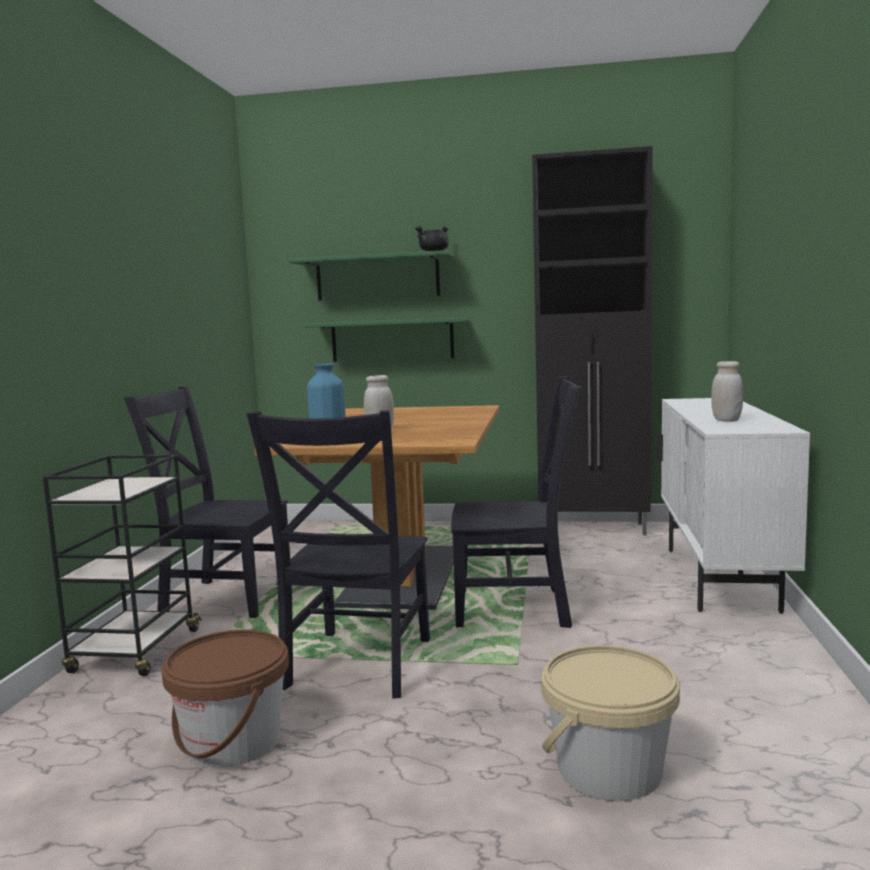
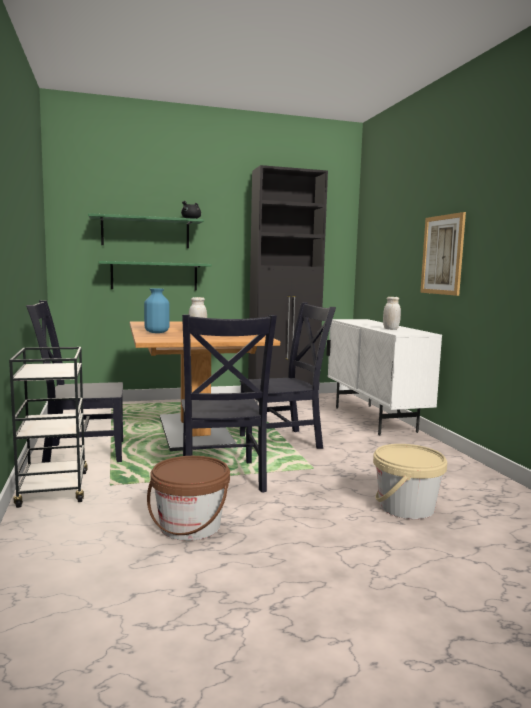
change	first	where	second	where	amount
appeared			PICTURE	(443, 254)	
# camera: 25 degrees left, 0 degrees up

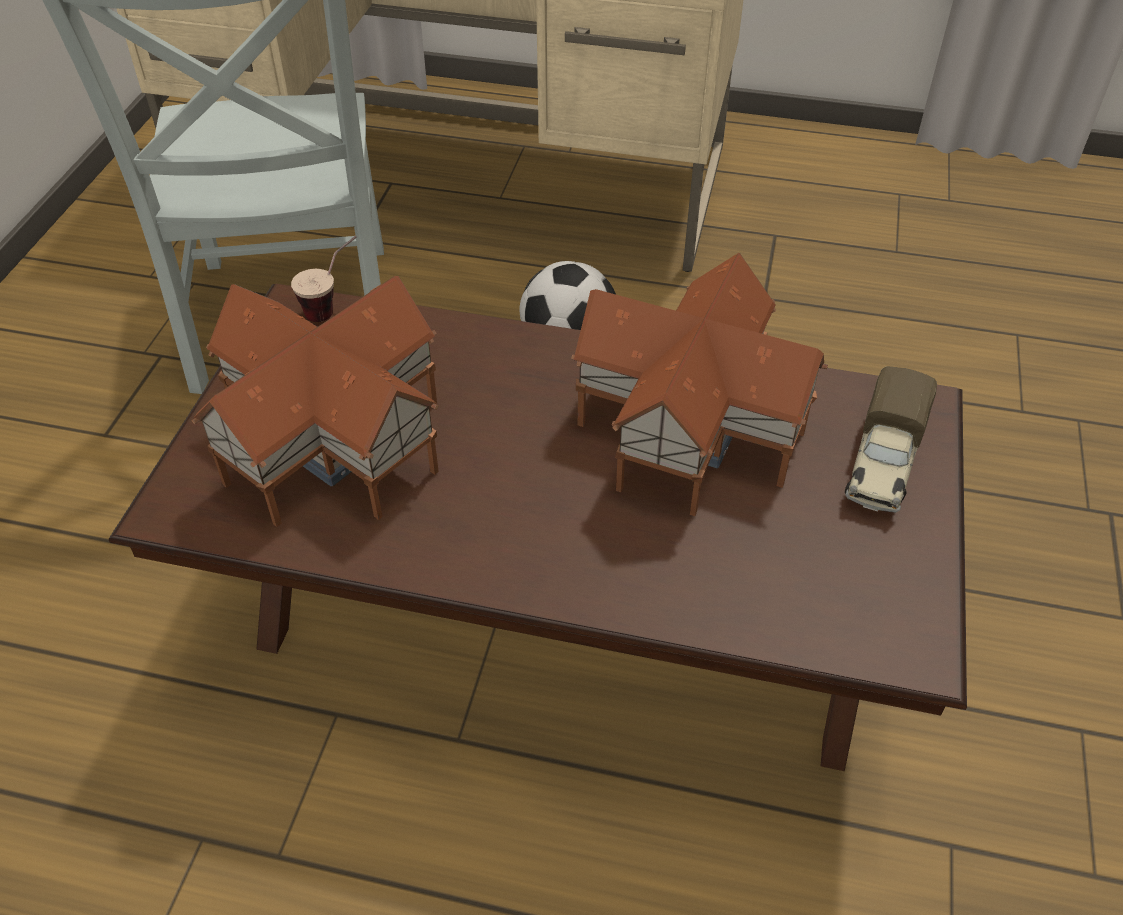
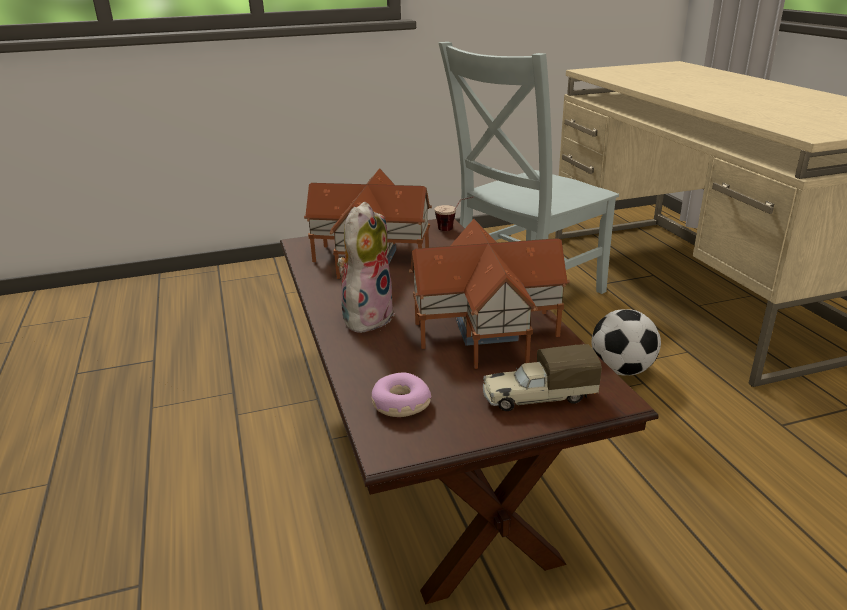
change	first	where	second	where	amount
appeared			PLUSH TOY	(366, 267)	
appeared			DONUT	(401, 394)	
# camera: 60 degrees right, 20 degrees down

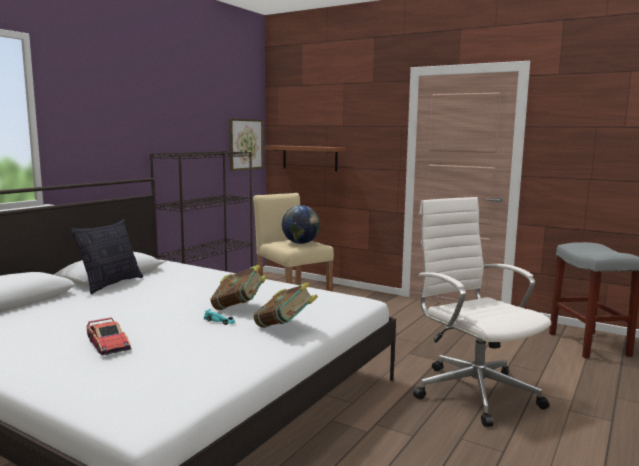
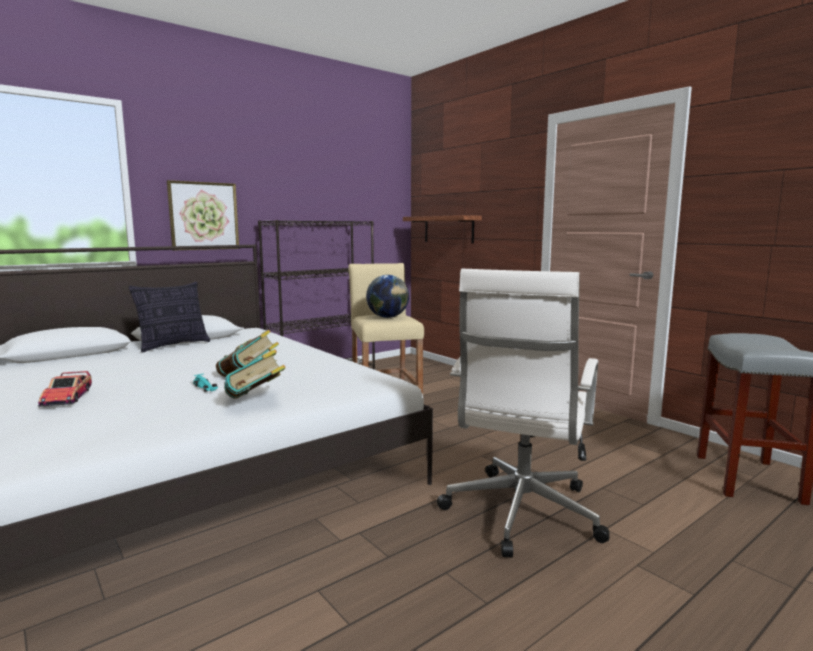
change	first	where	second	where	amount
relocated	PICTURE	(246, 145)		(203, 215)	
spun	WHITE OFFICE CHAIR	(482, 312)		(523, 413)	150 degrees counterclockwise
# camera: 20 degrees right, 0 degrees up

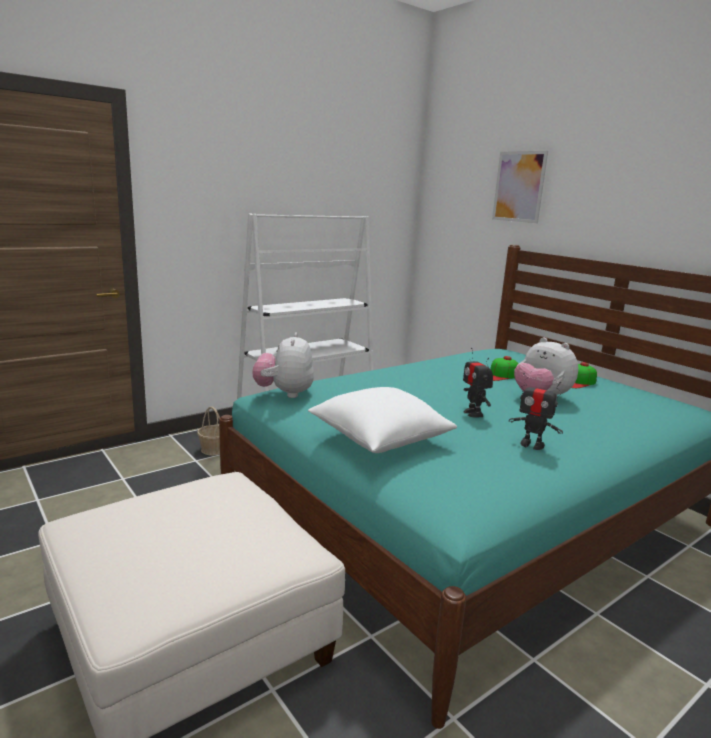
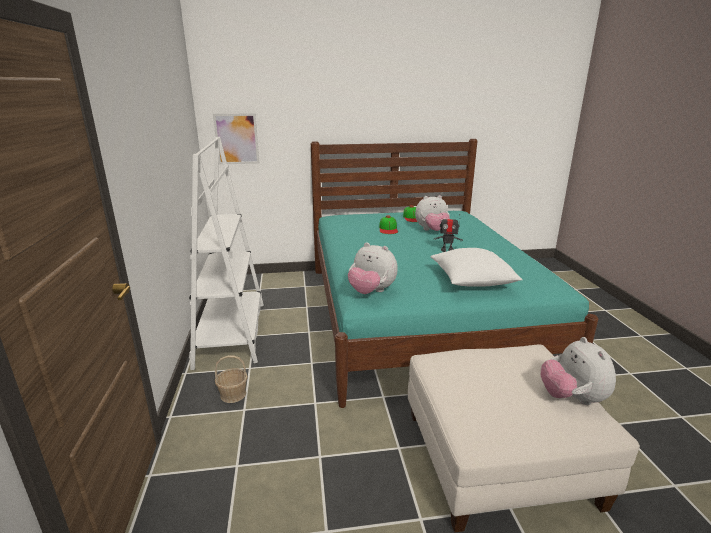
change	first	where	second	where	amount
relocated	PICTURE	(520, 187)		(236, 138)	
missing	TOY ROBOT	(536, 411)			
appeared			PLUSH TOY	(578, 371)	
# camera: 60 degrees left, 5 degrees up

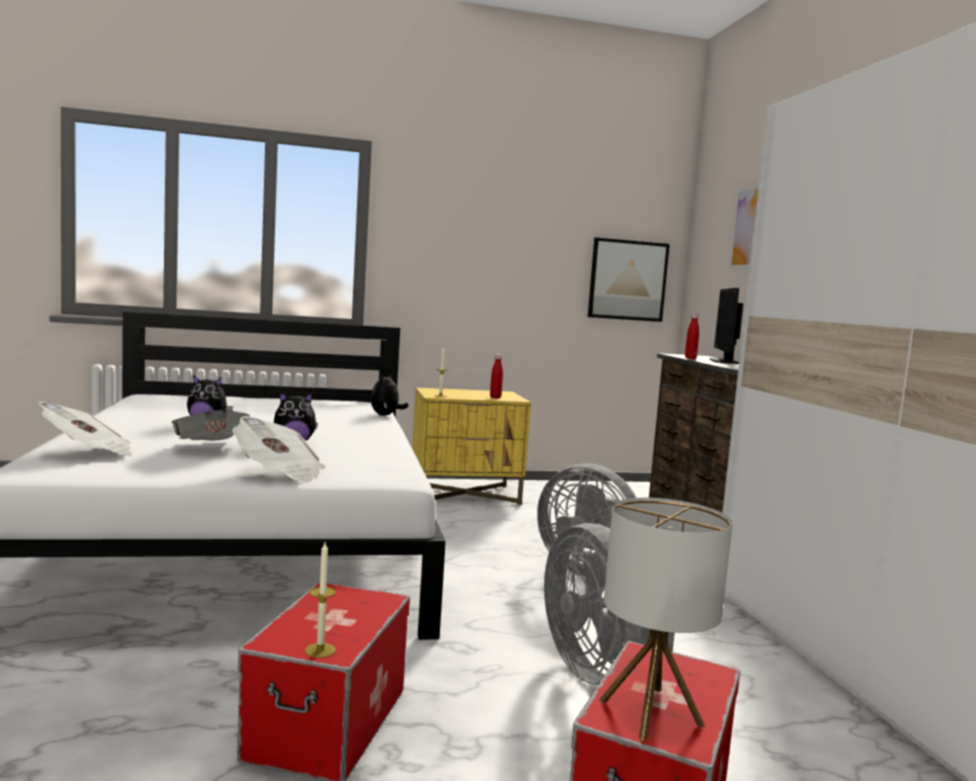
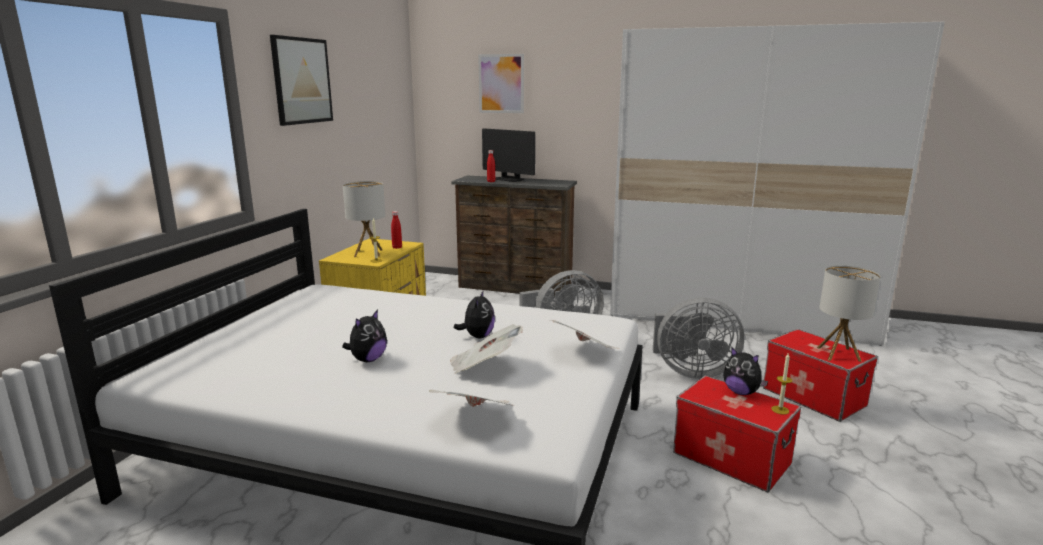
change	first	where	second	where	amount
relocated	PLUSH TOY	(389, 394)		(745, 371)	
relocated	PICTURE	(629, 279)		(301, 80)	
appeared			TABLE LAMP	(364, 219)	
# camera: 60 degrees left, 10 degrees up

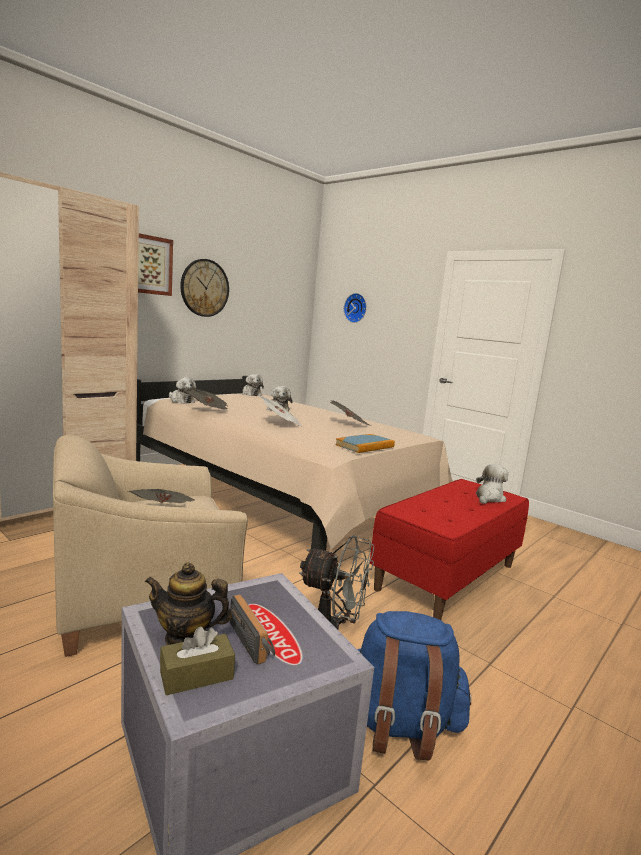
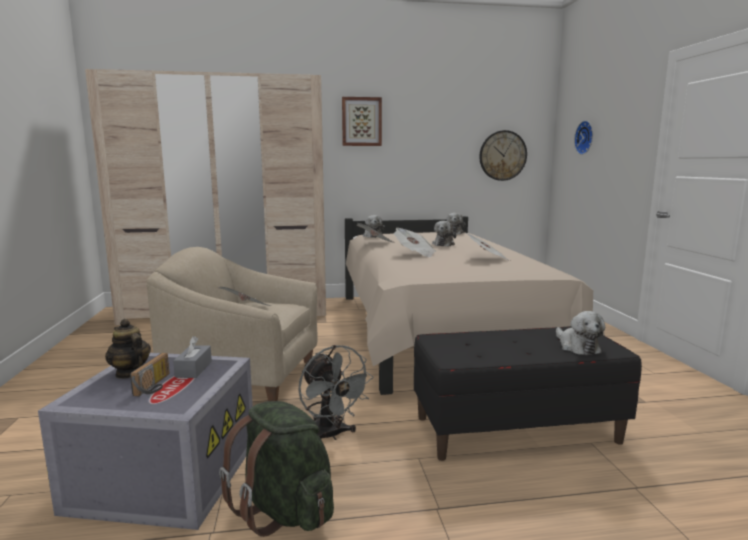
change	first	where	second	where	amount
missing	BROWN TISSUE BOX	(197, 660)			
relocated	WALL CLOCK	(204, 288)		(503, 155)	
missing	BOOK	(365, 443)			
colour	BLUE BACKPACK	(414, 685)	GREEN BACKPACK	(276, 469)	
colour	RED BENCH	(449, 549)	BLACK BENCH	(528, 393)	
spun	PLUSH TOY	(492, 484)		(580, 333)	90 degrees clockwise
appeared			GREY TISSUE BOX	(192, 357)	
# camera: 40 degrees right, 0 degrees up

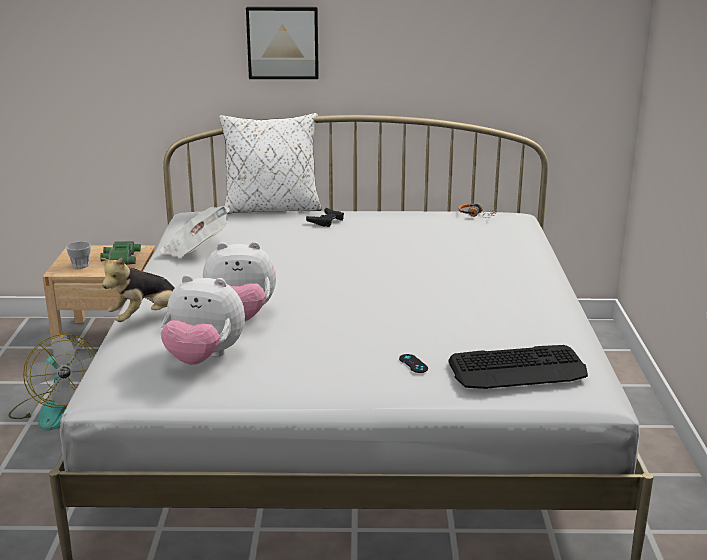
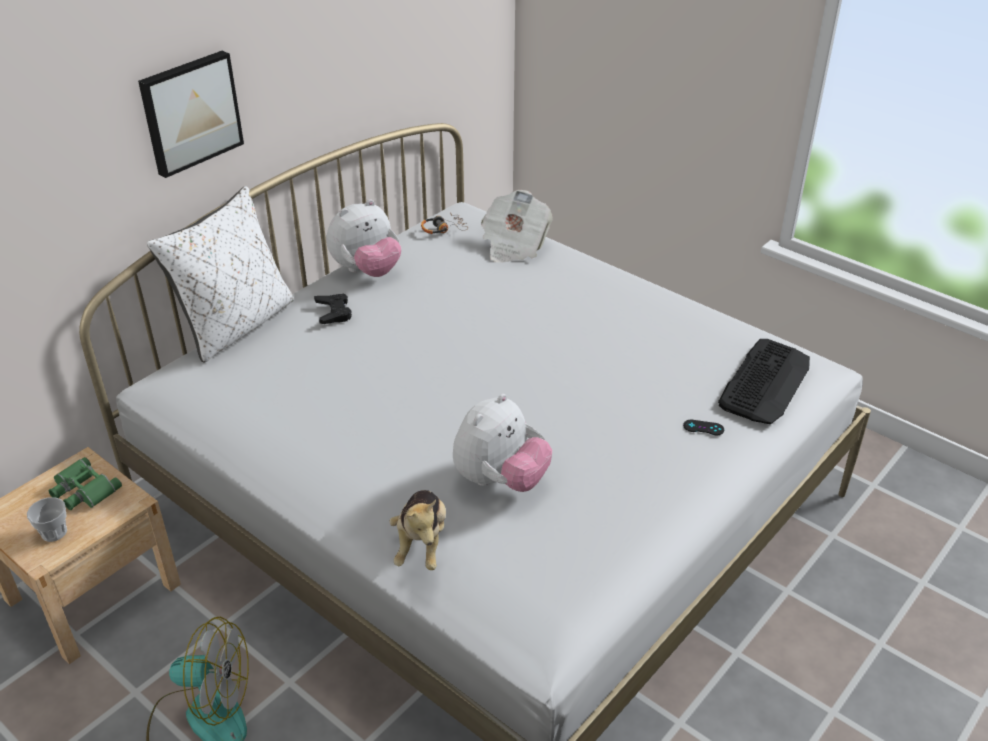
change	first	where	second	where	amount
relocated	NEWSPAPER	(195, 232)		(517, 226)	
relocated	PLUSH TOY	(203, 320)		(364, 238)	
# camera: 50 degrees left, 15 degrees up

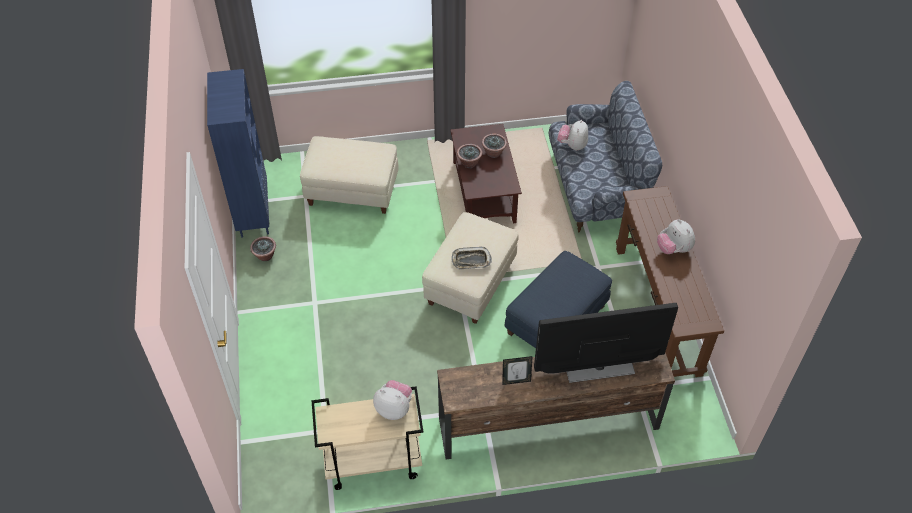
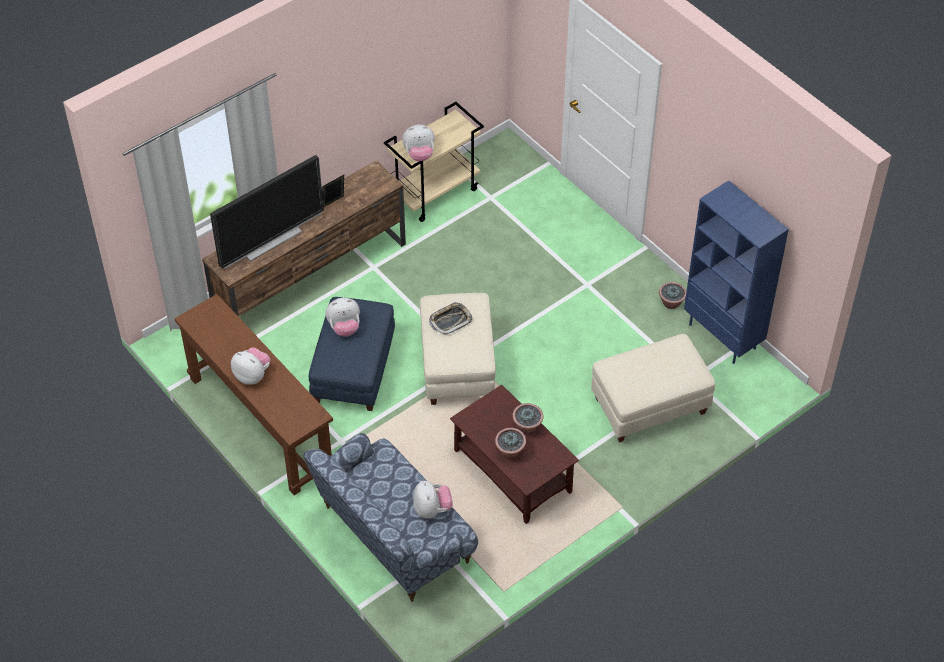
change	first	where	second	where	amount
appeared			PLUSH TOY	(343, 317)	
# camera: 150 degrees right, 0 degrees up

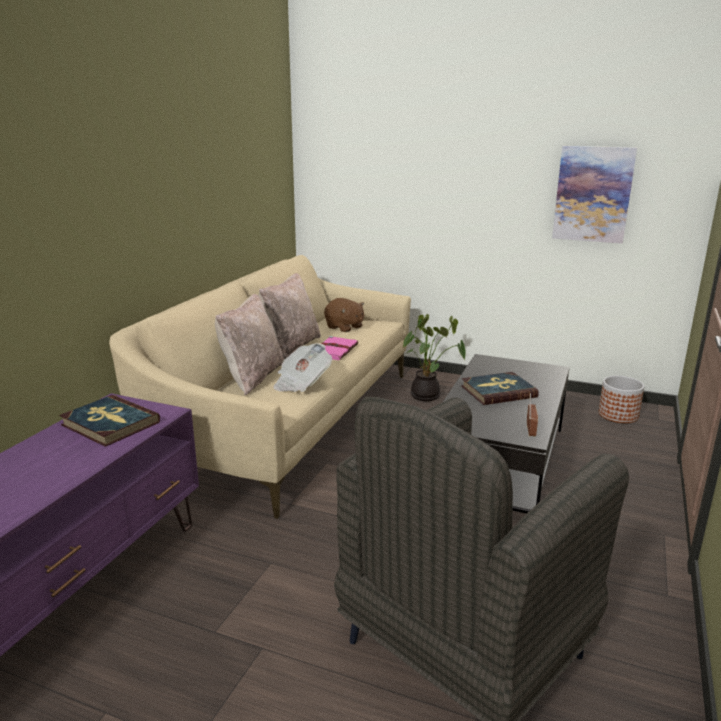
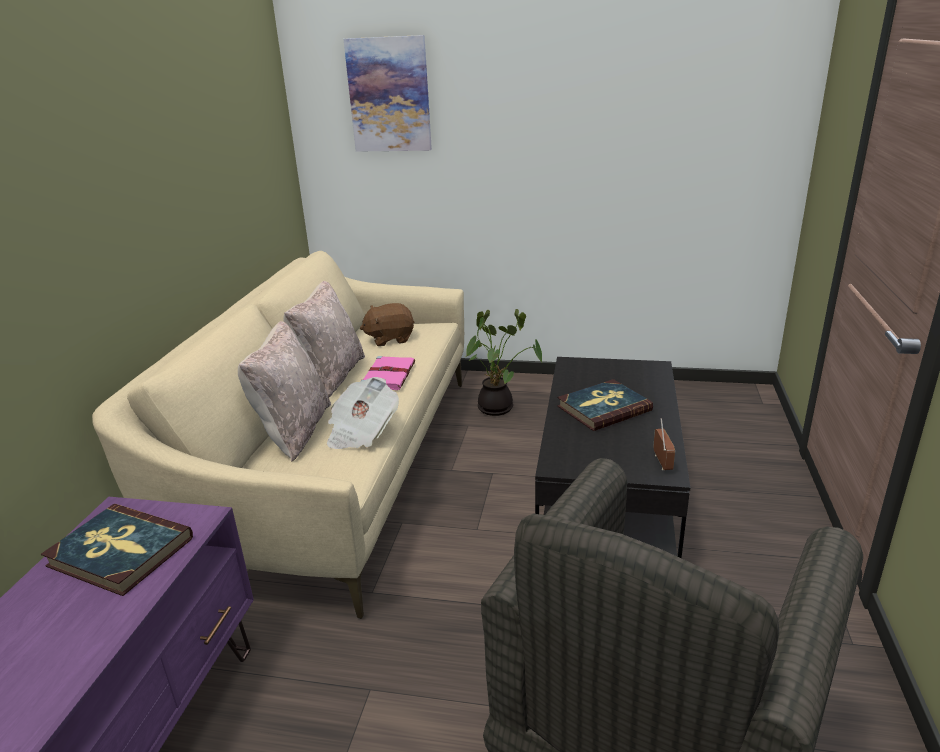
change	first	where	second	where	amount
spun	BROWN PLUSH TOY	(344, 315)		(387, 324)	135 degrees clockwise
relocated	PICTURE	(594, 195)		(388, 93)	
missing	PLANTER	(621, 399)			
# camera: 10 degrees left, 5 degrees up

